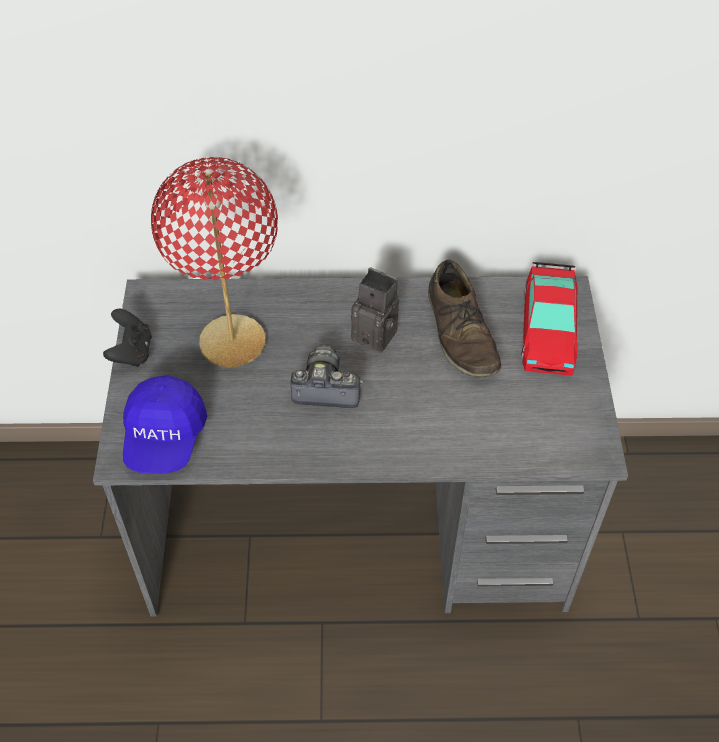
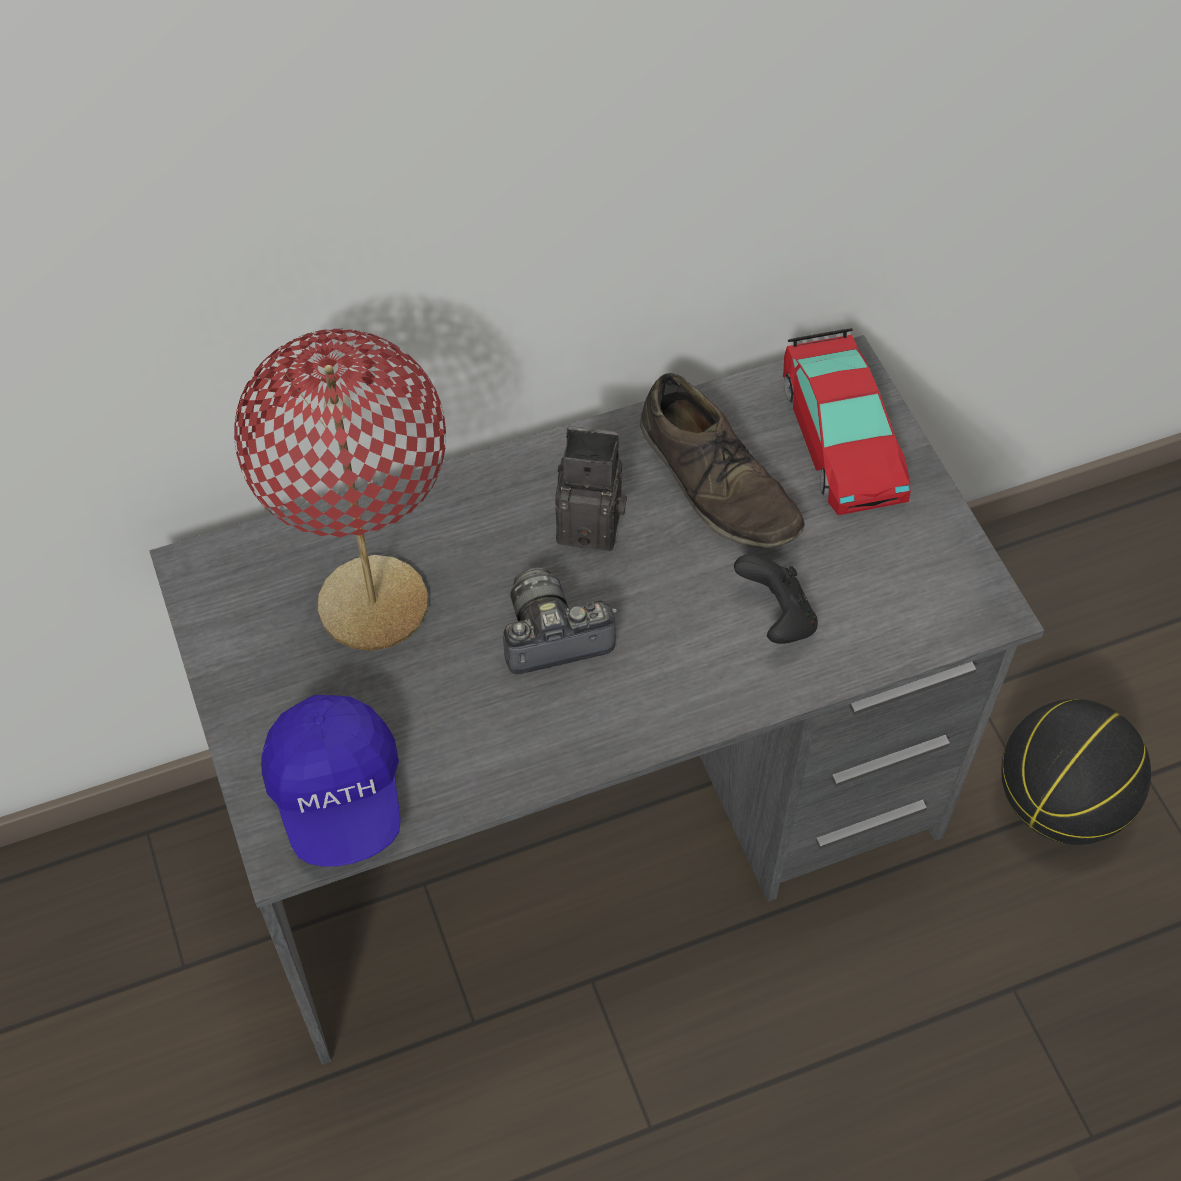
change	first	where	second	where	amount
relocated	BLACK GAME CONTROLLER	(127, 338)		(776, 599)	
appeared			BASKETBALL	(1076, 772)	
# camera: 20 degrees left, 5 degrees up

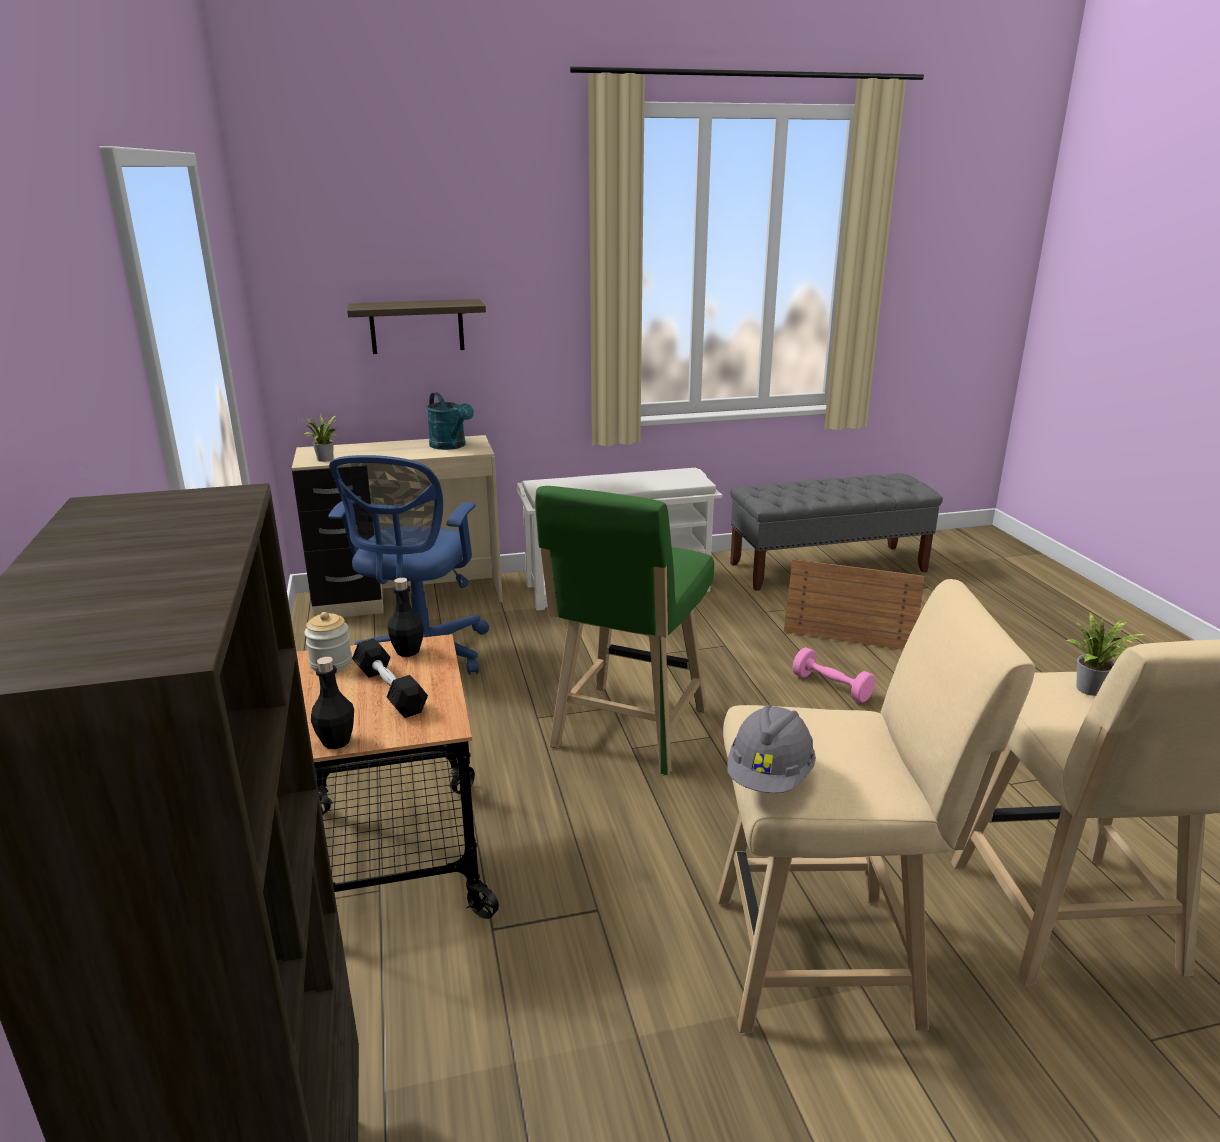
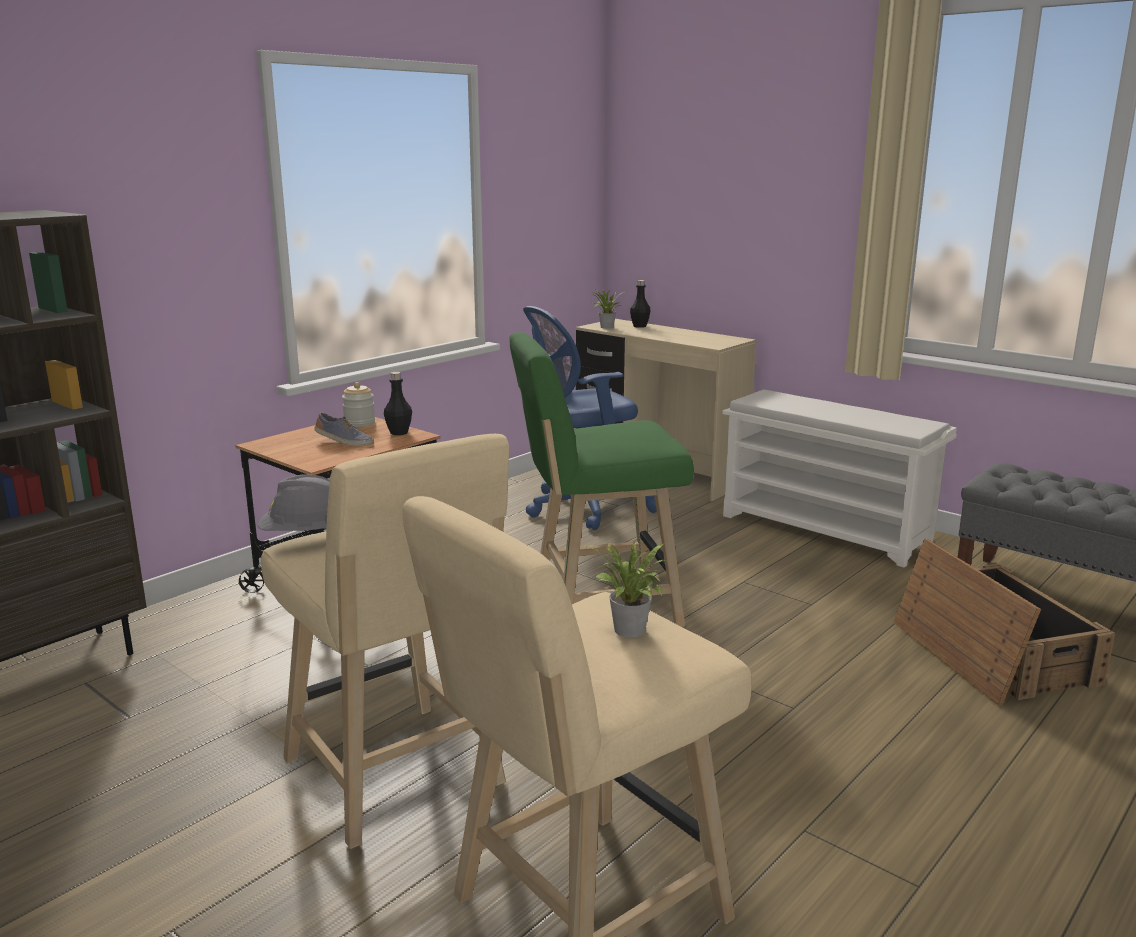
change	first	where	second	where	amount
relocated	BLACK BOTTLE	(332, 703)		(640, 304)	
missing	SHELF	(416, 326)			
exchanged	BLACK DUMBBELL	(390, 678)	SHOE	(344, 429)	
missing	TURQUOISE WATERING CAN	(450, 421)			
missing	PINK DUMBBELL	(834, 675)			
# camera: 55 degrees right, 5 degrees down

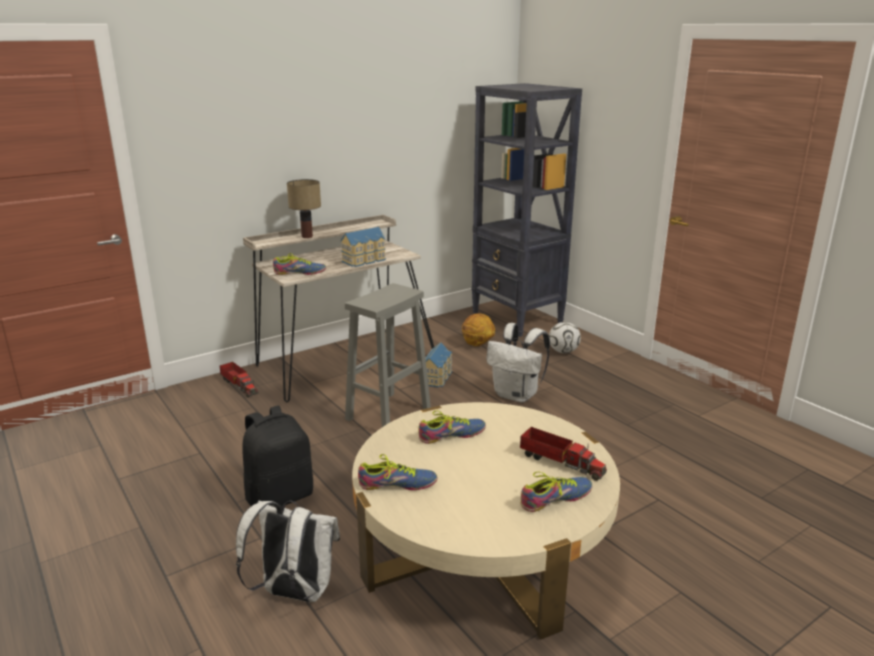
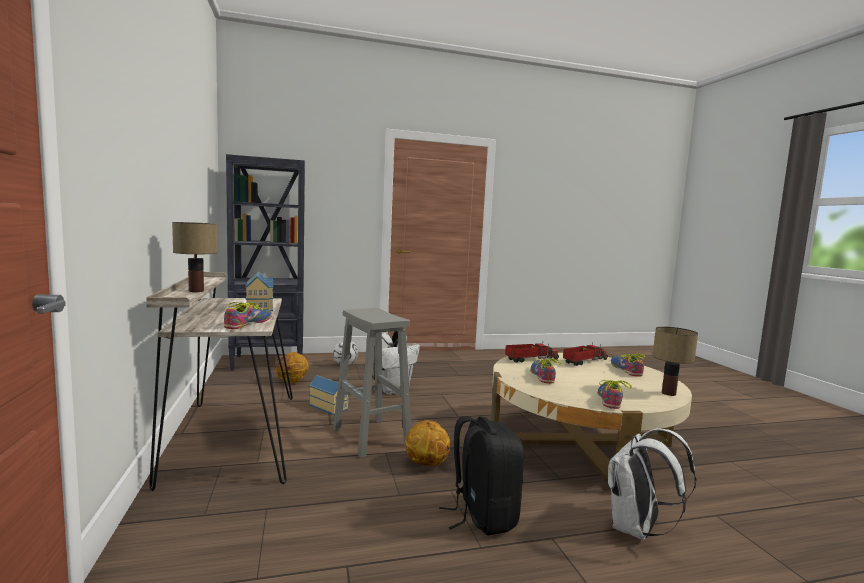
change	first	where	second	where	amount
relocated	TOY TRUCK	(239, 379)		(532, 353)	
appeared			BASKETBALL	(427, 443)	
appeared			TABLE LAMP	(675, 361)	
# camera: 70 degrees left, 15 degrees down

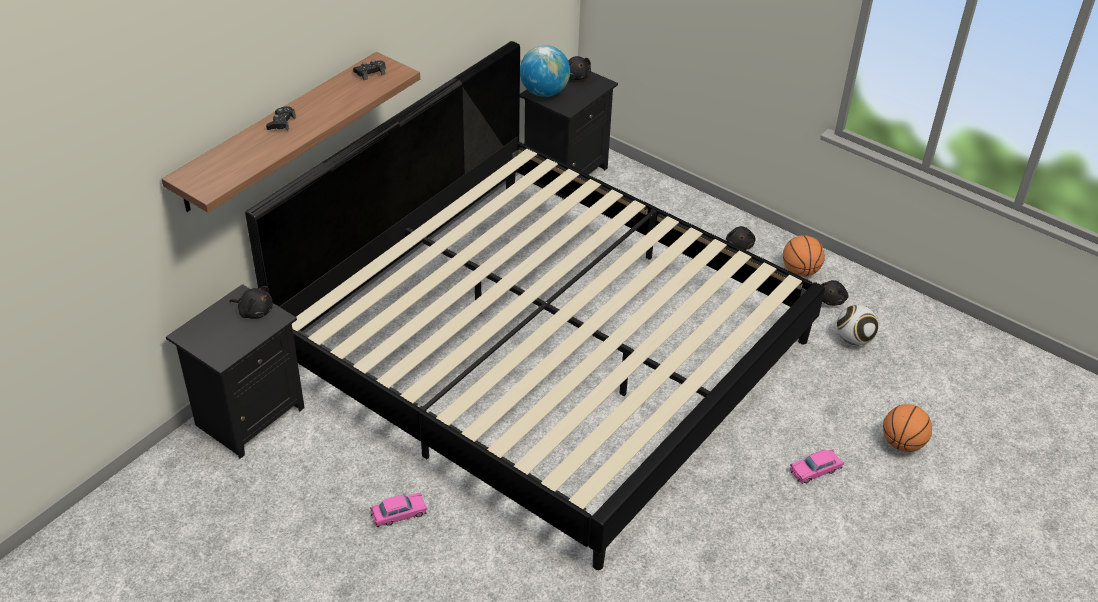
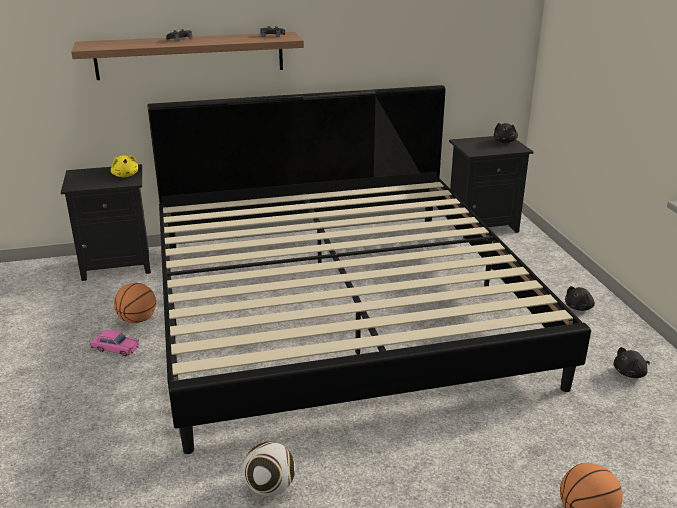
change	first	where	second	where	amount
colour	BLACK PLUSH TOY	(251, 302)	YELLOW PLUSH TOY	(124, 166)	
missing	GLOBE	(545, 71)			
relocated	BASKETBALL	(804, 256)		(135, 303)	
missing	PINK TOY CAR	(817, 466)			
relocated	FOOTBALL	(858, 325)		(269, 469)	
# camera: 40 degrees right, 15 degrees down

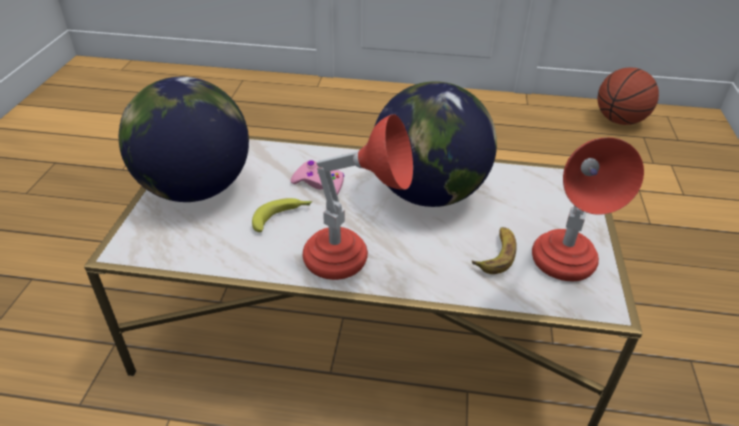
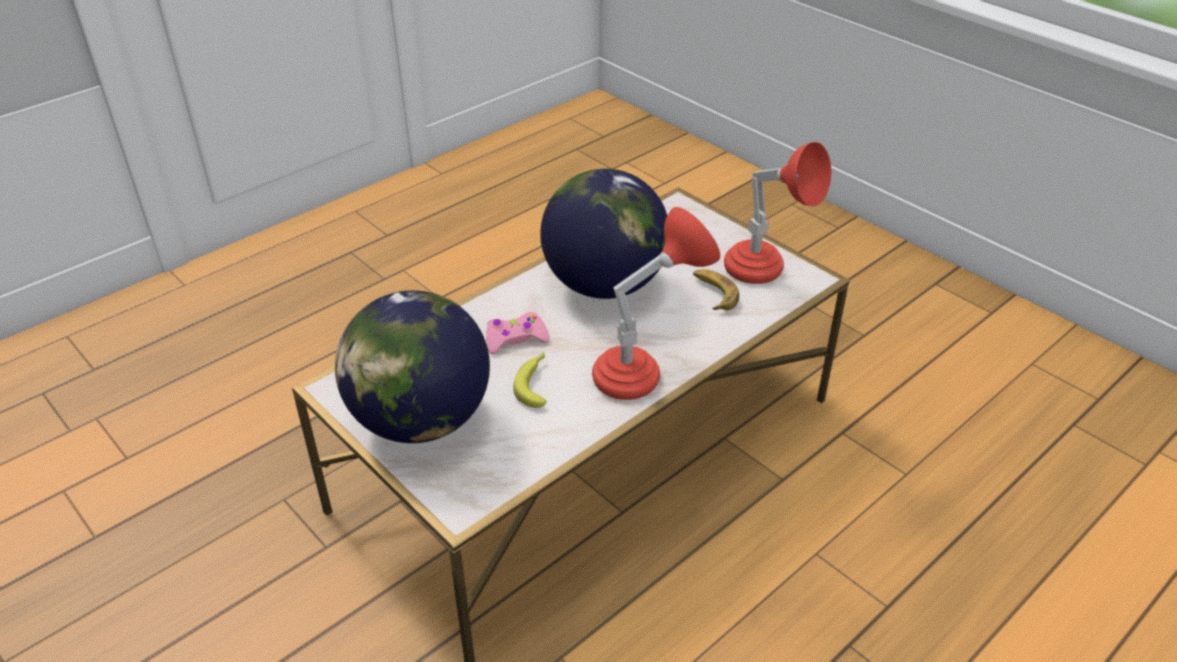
change	first	where	second	where	amount
missing	BASKETBALL	(628, 96)			
# camera: 50 degrees left, 0 degrees up

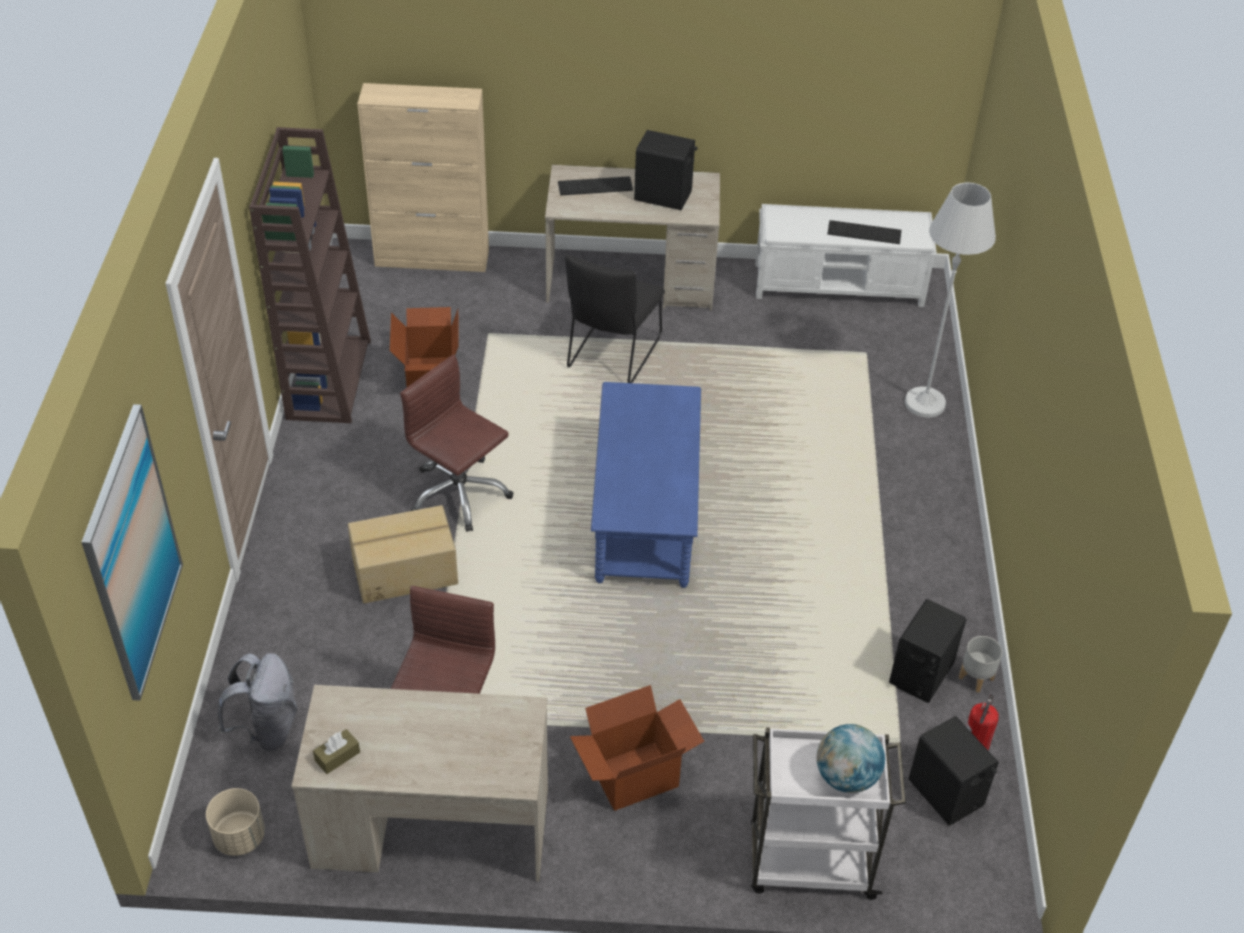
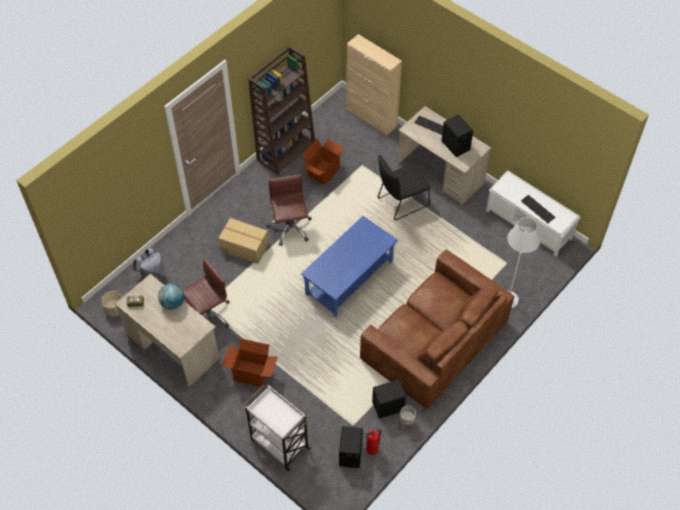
change	first	where	second	where	amount
missing	PICTURE	(132, 552)			
relocated	GLOBE	(851, 758)		(171, 297)	
appeared			BROWN SOFA	(437, 329)	
# camera: 40 degrees right, 10 degrees up

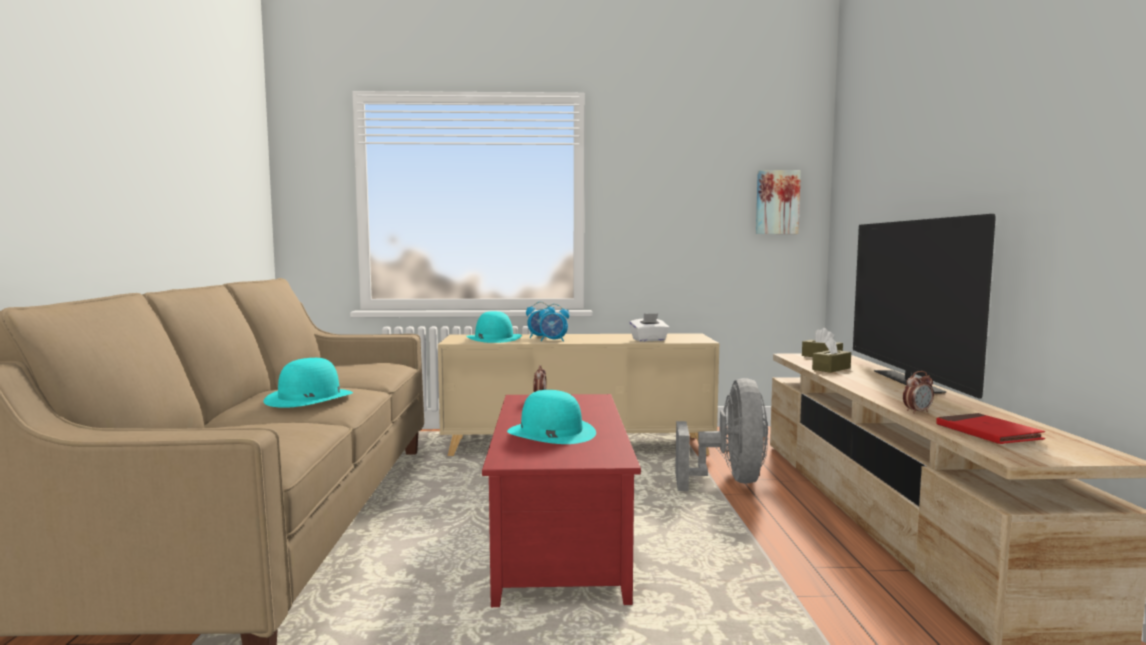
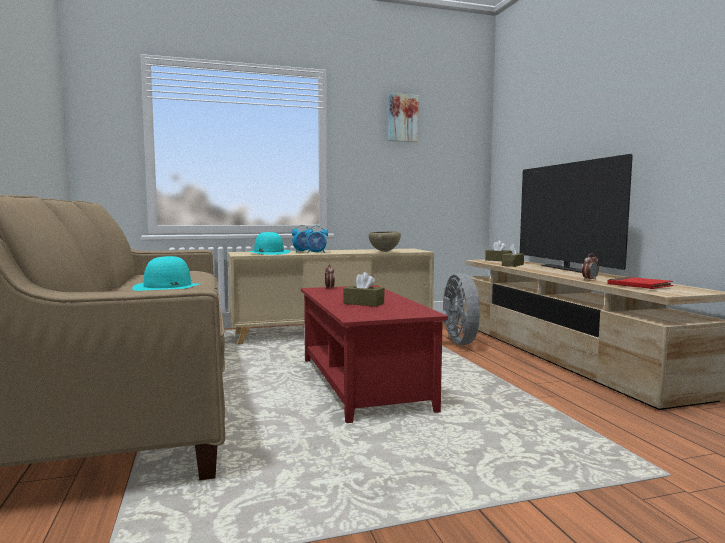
change	first	where	second	where	amount
exchanged	TURQUOISE HAT	(551, 417)	BROWN TISSUE BOX	(363, 289)	
exchanged	WHITE TISSUE BOX	(649, 328)	BROWN BOWL	(385, 241)	
relocated	PICTURE	(778, 202)		(403, 117)	
# camera: 15 degrees left, 0 degrees up

